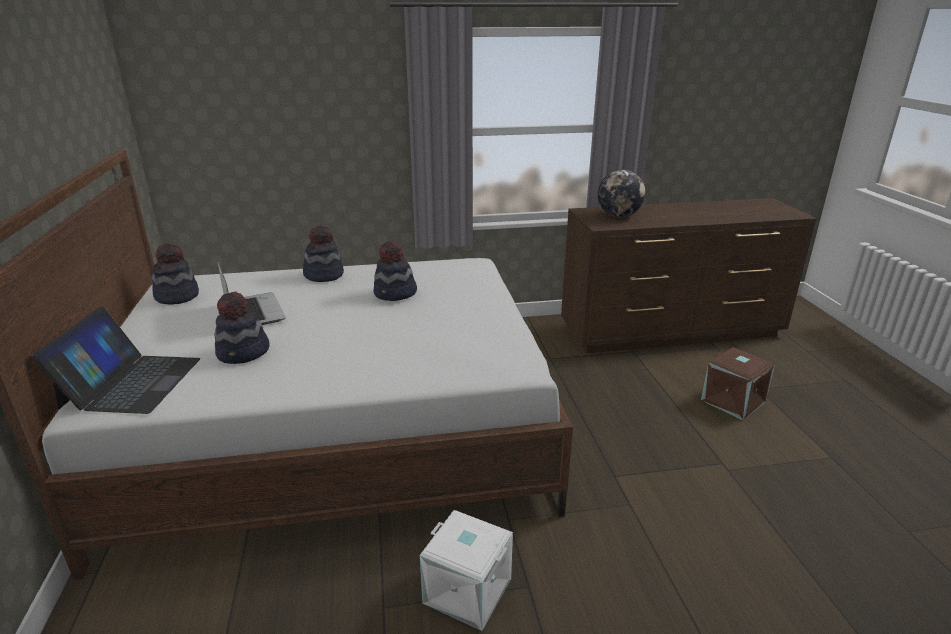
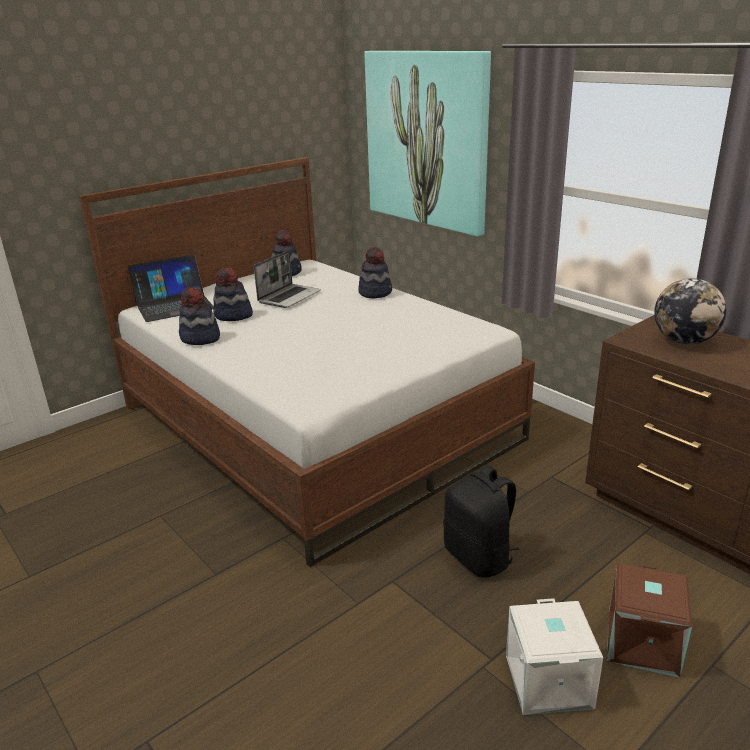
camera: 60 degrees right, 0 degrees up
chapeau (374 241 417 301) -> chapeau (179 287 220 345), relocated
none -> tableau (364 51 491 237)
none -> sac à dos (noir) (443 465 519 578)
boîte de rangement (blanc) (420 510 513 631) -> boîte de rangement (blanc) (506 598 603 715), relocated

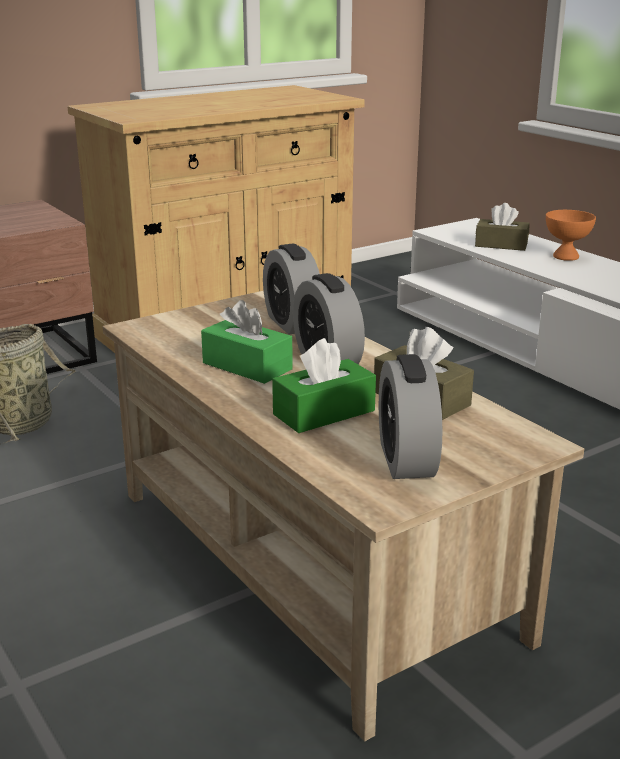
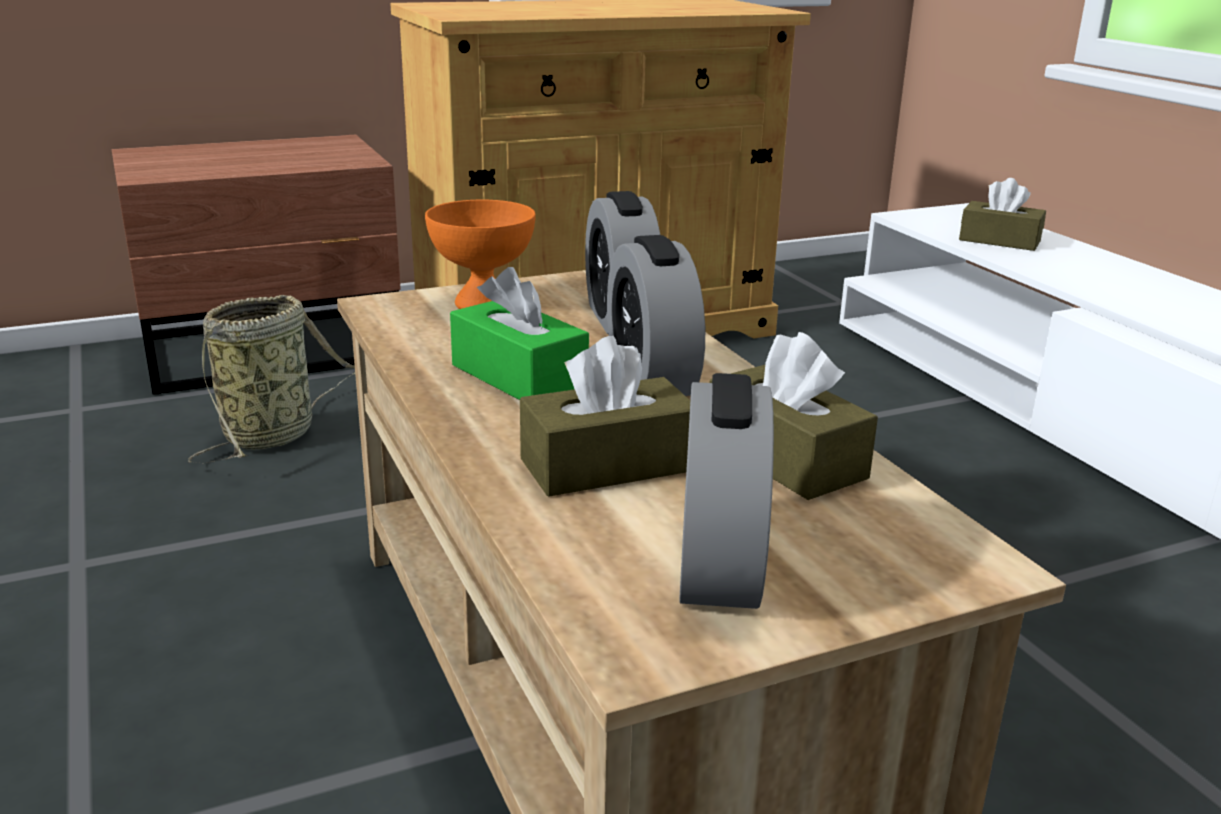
camera: 10 degrees right, 0 degrees up
bol (orange) (546 210 596 261) -> bol (orange) (425 200 536 309), relocated
boîte à mouchoirs (vert) (272 338 376 433) -> boîte à mouchoirs (marron) (520 336 690 497)

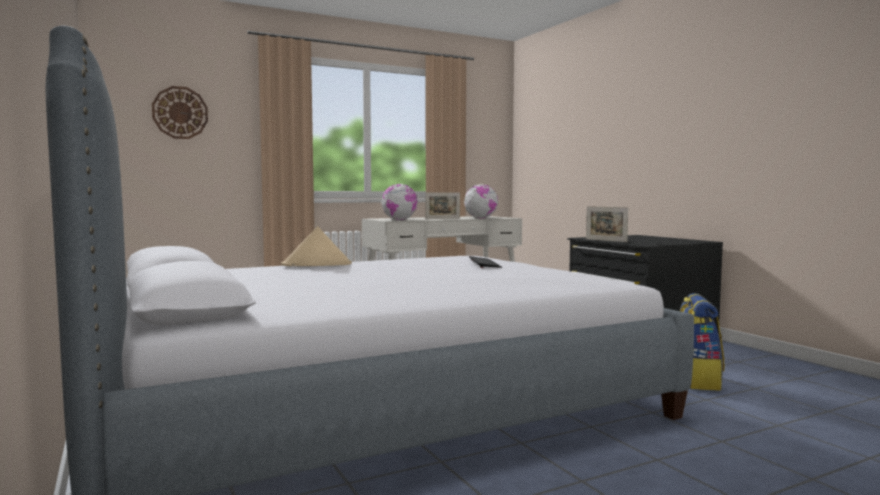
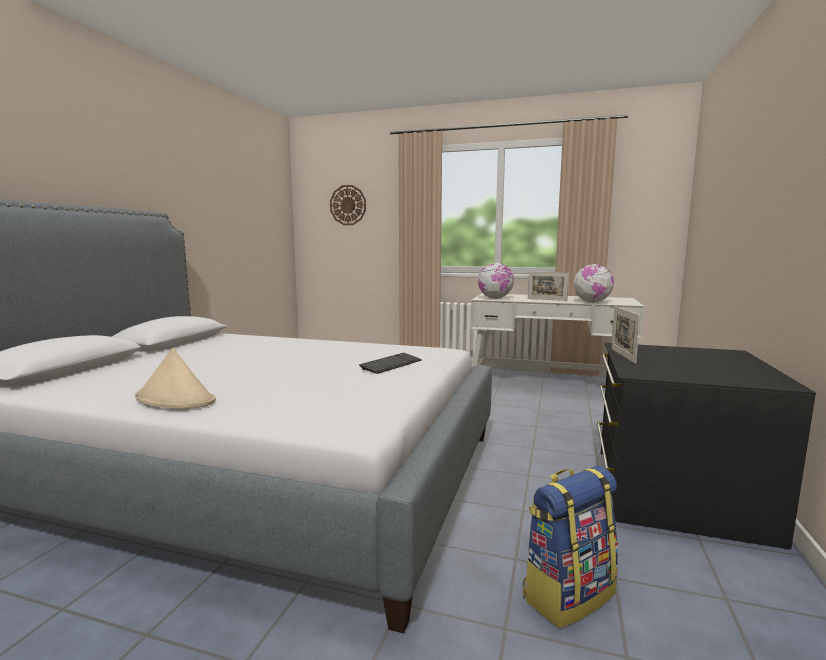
camera: 45 degrees right, 5 degrees up
chapeau (beige) (281 226 352 266) -> chapeau (beige) (135 348 216 409), relocated

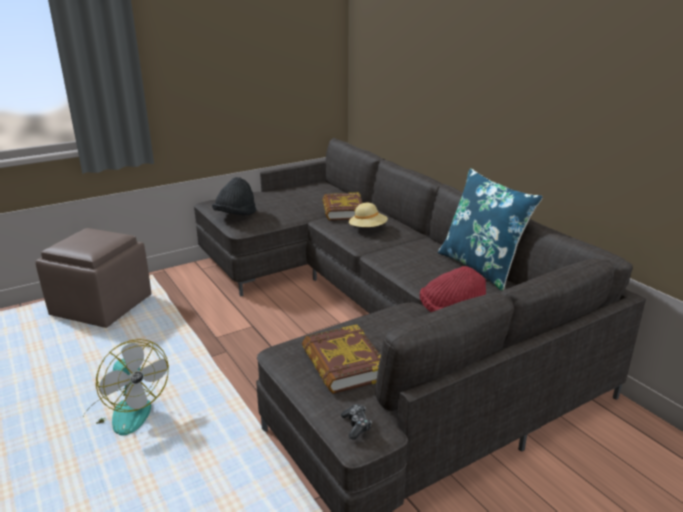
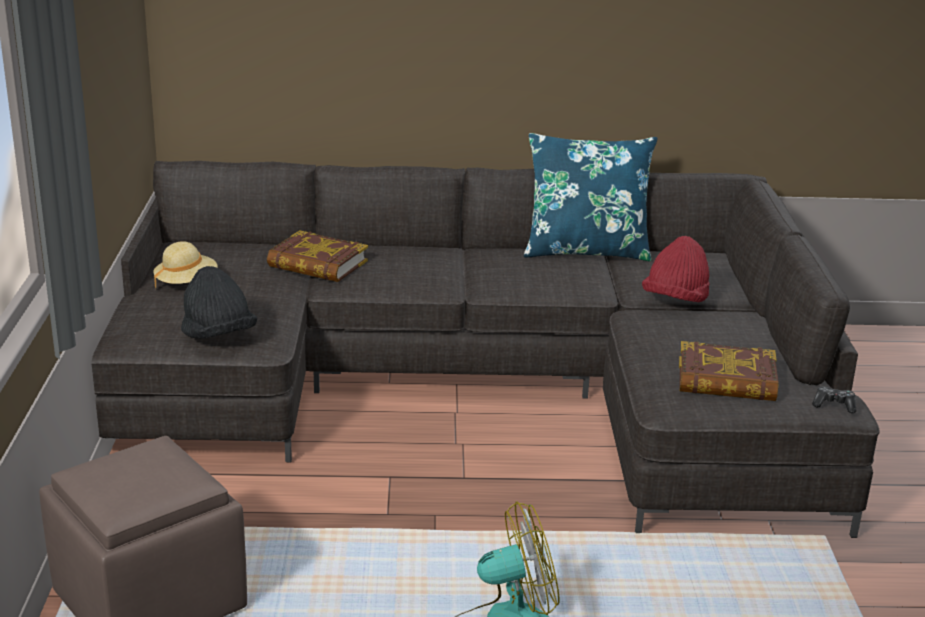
camera: 60 degrees left, 0 degrees up
chapeau (beige) (349 203 388 227) -> chapeau (beige) (153 241 217 288), relocated

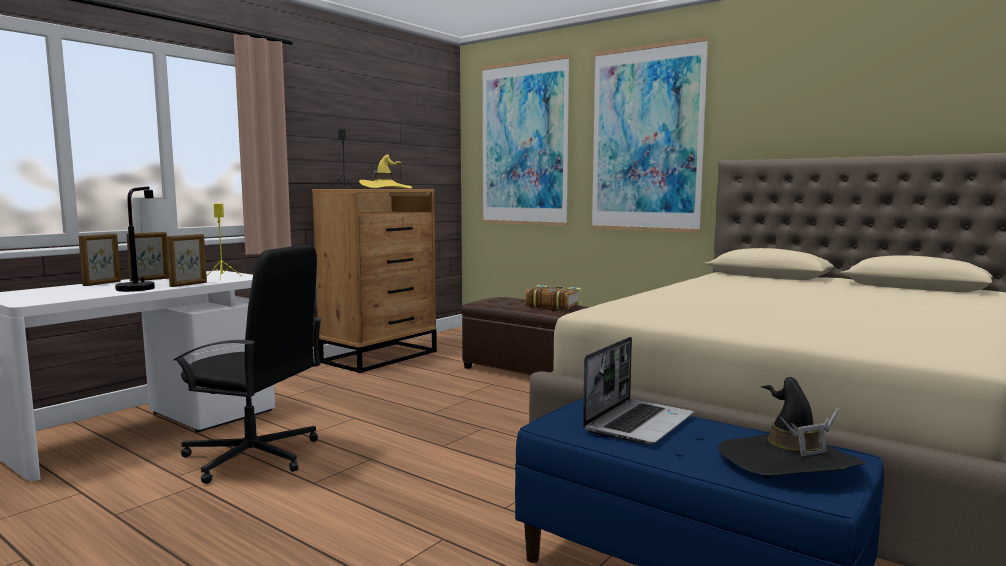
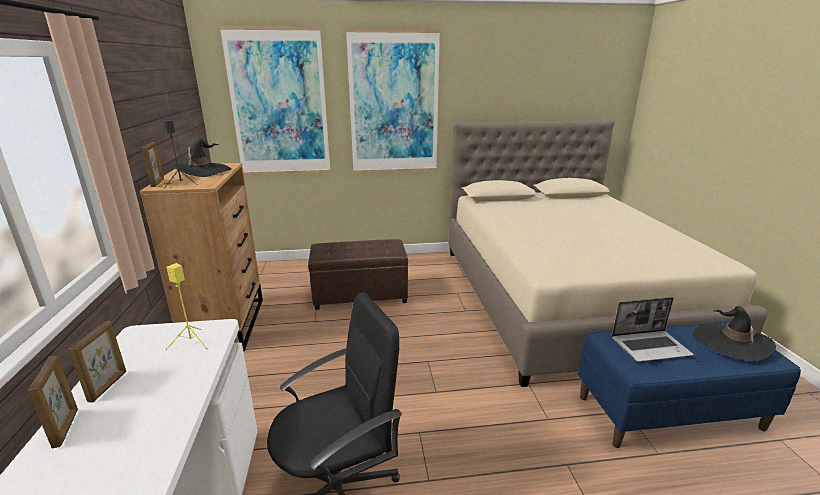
camera: 45 degrees left, 15 degrees up
cadre photo (167 234 207 287) -> cadre photo (142 142 164 187), relocated
chapeau (jaune) (359 154 412 189) -> chapeau (noir) (172 137 231 177)
ordinateur portable (583 337 694 445) -> ordinateur portable (612 297 694 362), 90 degrees clockwise
lampe de table (115 187 172 292) -> none
livre (525 285 582 310) -> none

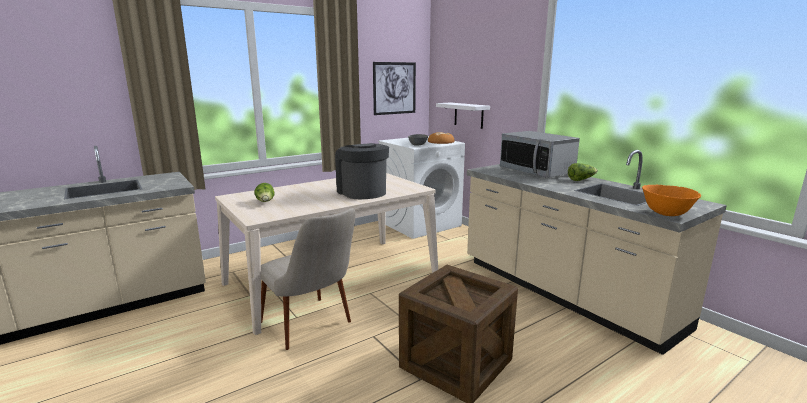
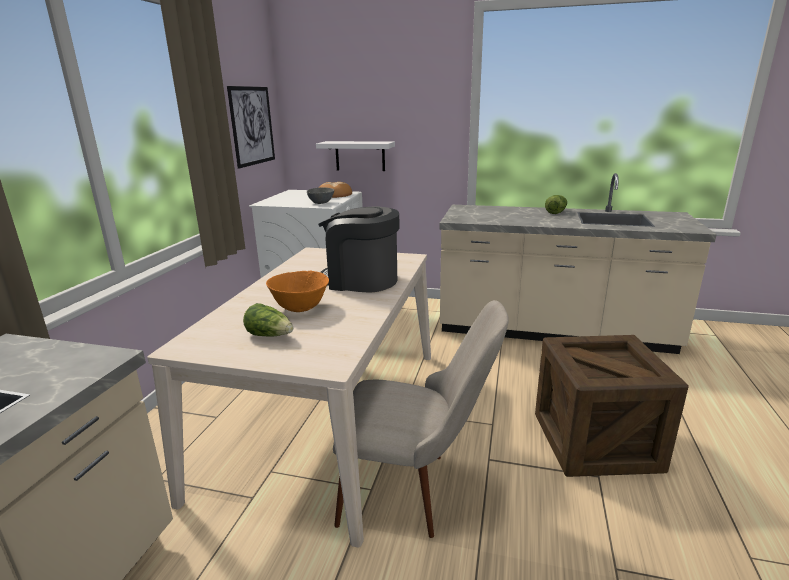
camera: 40 degrees left, 5 degrees up
bol (orange) (642 185 701 216) -> bol (orange) (266 271 329 312), relocated
micro-ondes (500 131 580 178) -> none

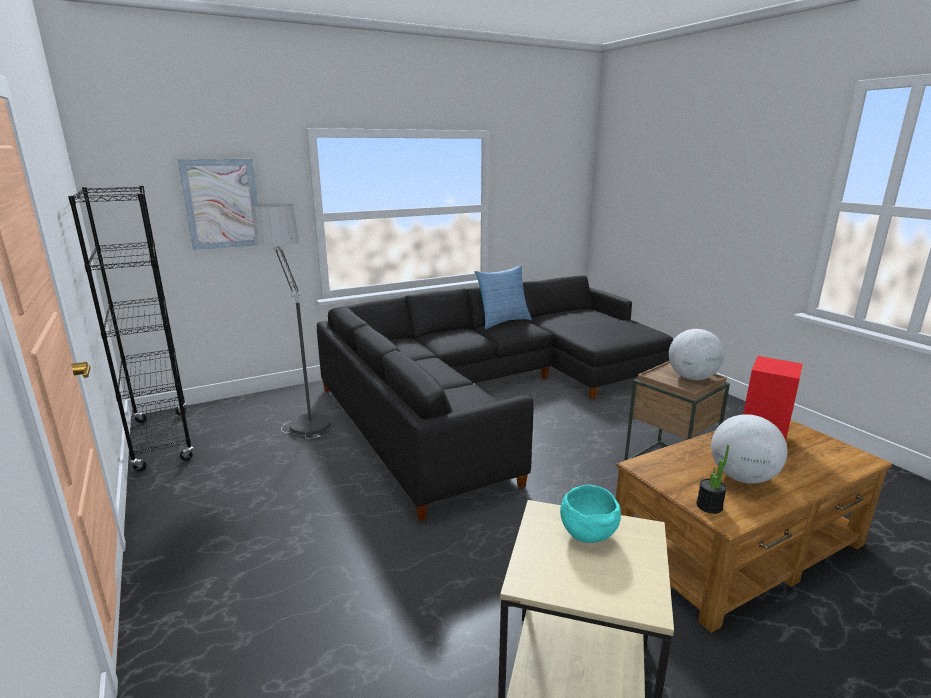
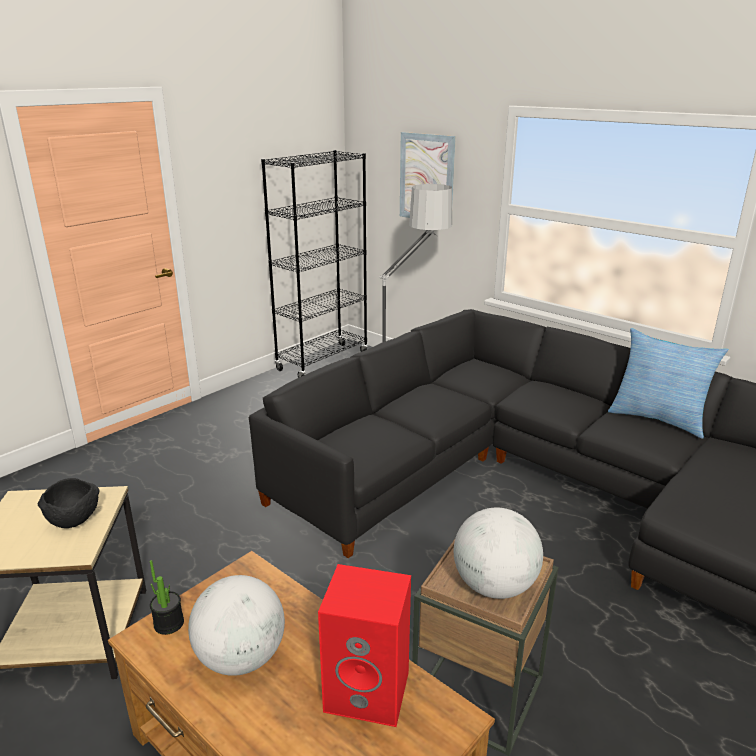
camera: 70 degrees right, 5 degrees up
bol (turquoise) (560 484 621 543) -> bol (noir) (37 478 100 528)

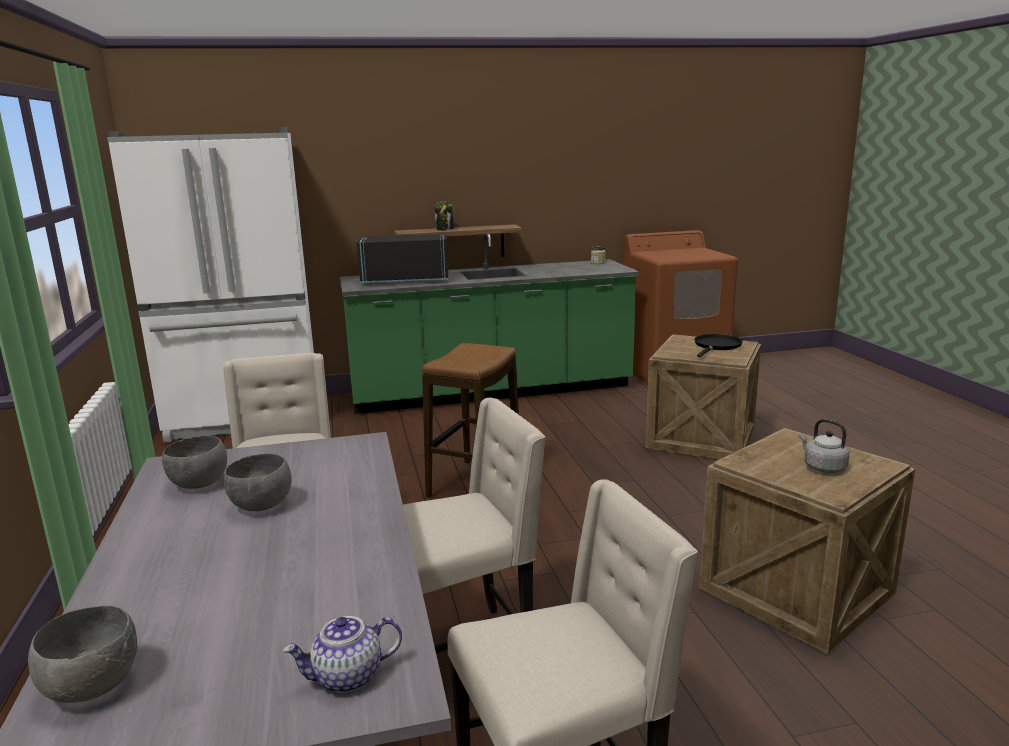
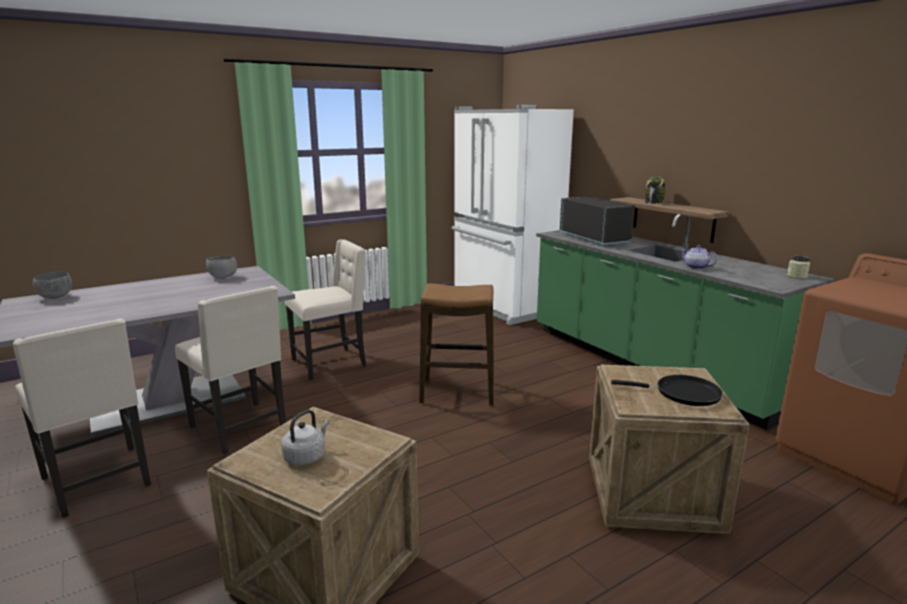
camera: 70 degrees right, 0 degrees up
théière (283 616 402 693) -> théière (680 245 717 269), relocated
bol (gris) (224 454 292 511) -> none

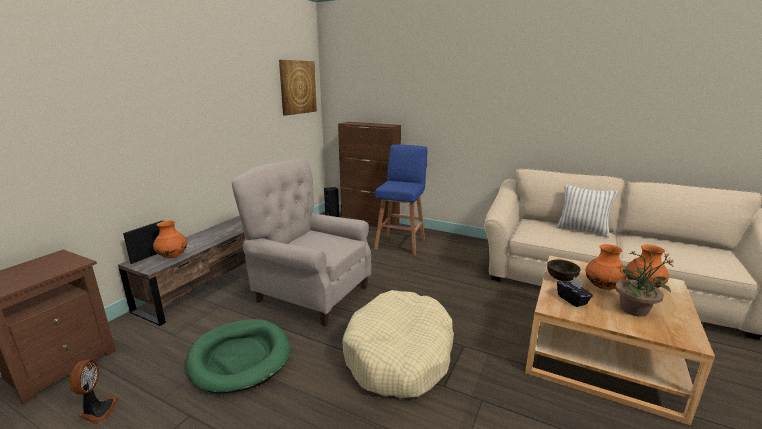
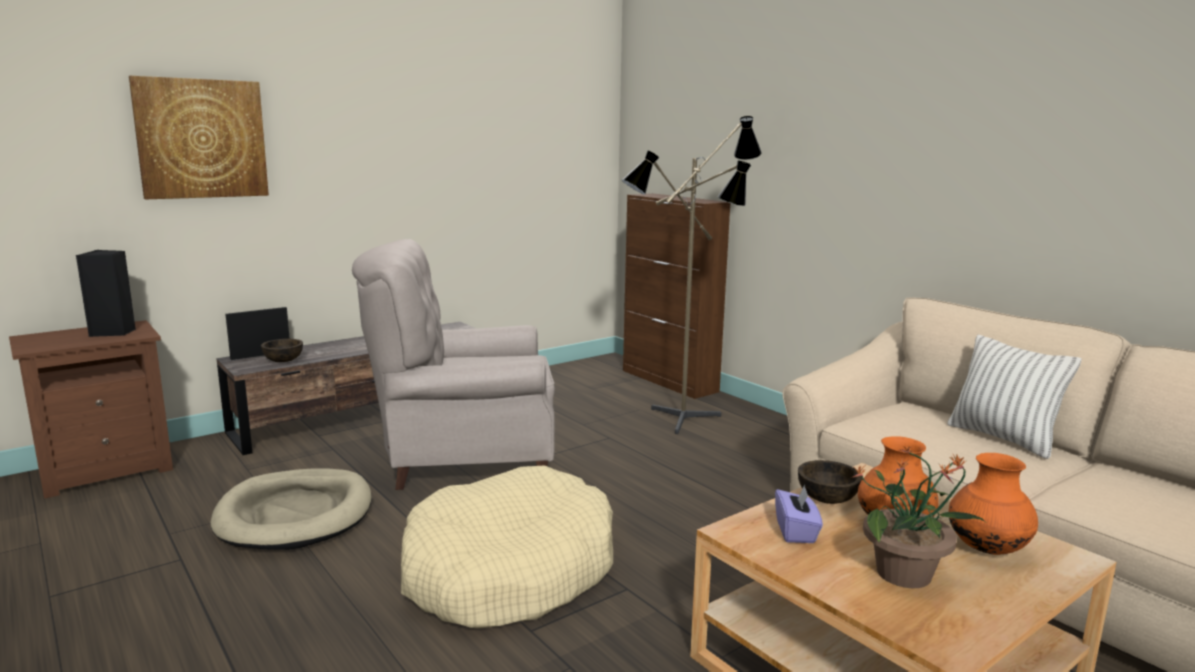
camera: 25 degrees right, 5 degrees down
enceinte (noir) (324 187 339 217) -> enceinte (noir) (76 250 136 337), relocated
tableau (279 60 317 116) -> tableau (129 76 269 200), relocated
panier pour chien (vert) (186 319 290 394) -> panier pour chien (beige) (210 468 372 550)
vase (orange) (153 221 187 259) -> bol (marron) (261 339 303 362)
fauteuil (beige) (232 159 371 326) -> fauteuil (beige) (352 239 555 490), 60 degrees counterclockwise
tabouret (bleu) (374 145 427 256) -> lampadaire (622 116 761 434)
boîte à mouchoirs (noir) (557 277 593 307) -> boîte à mouchoirs (violet) (775 485 823 543)
ventilateur (69 360 119 424) -> none

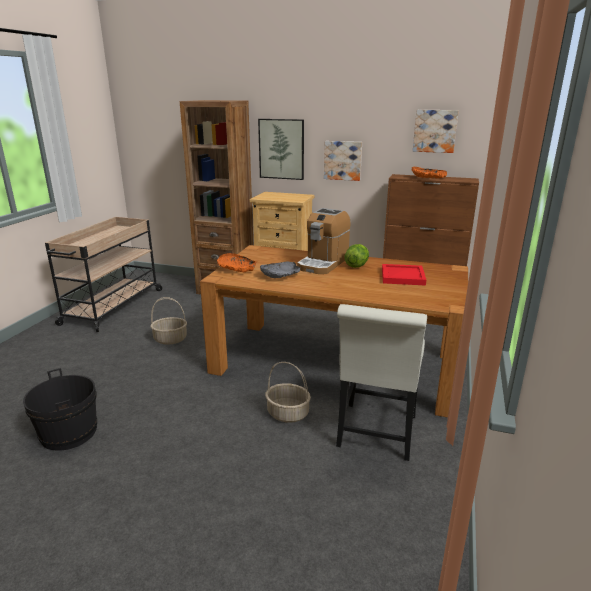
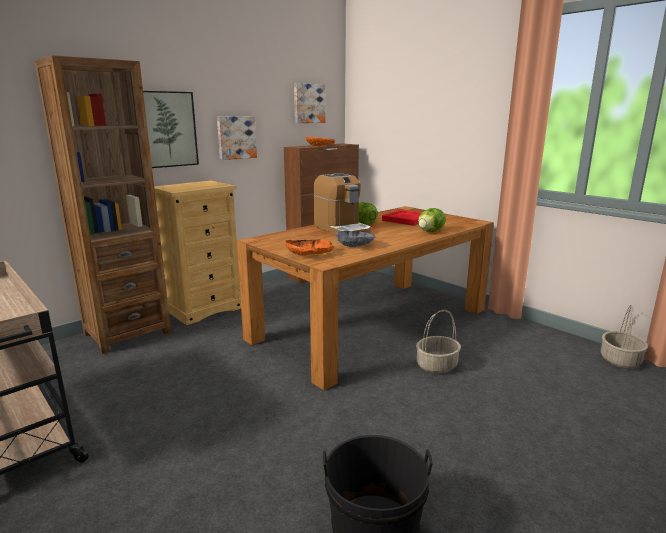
camera: 60 degrees left, 5 degrees down
none -> laitue (418 208 446 232)
panier (151 297 187 345) -> panier (601 305 648 369), relocated
chaise (blanc) (336 304 427 461) -> none

